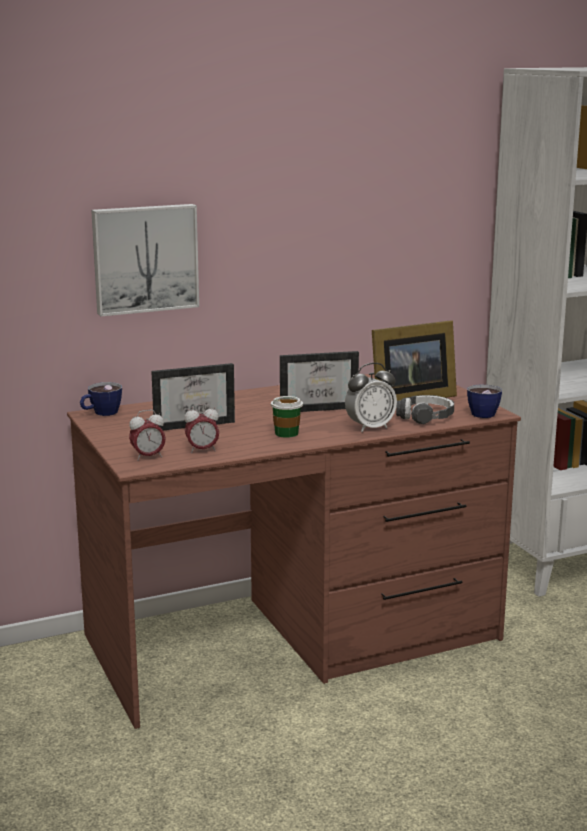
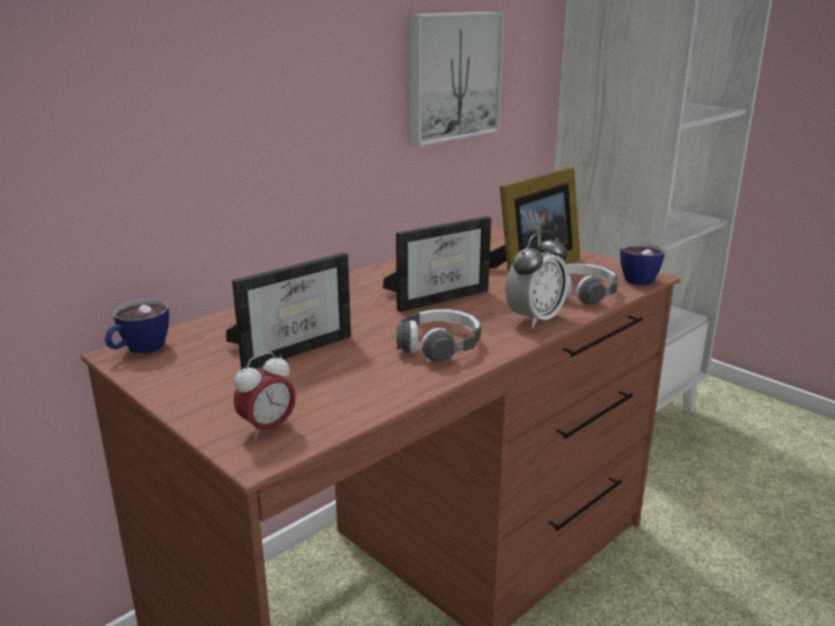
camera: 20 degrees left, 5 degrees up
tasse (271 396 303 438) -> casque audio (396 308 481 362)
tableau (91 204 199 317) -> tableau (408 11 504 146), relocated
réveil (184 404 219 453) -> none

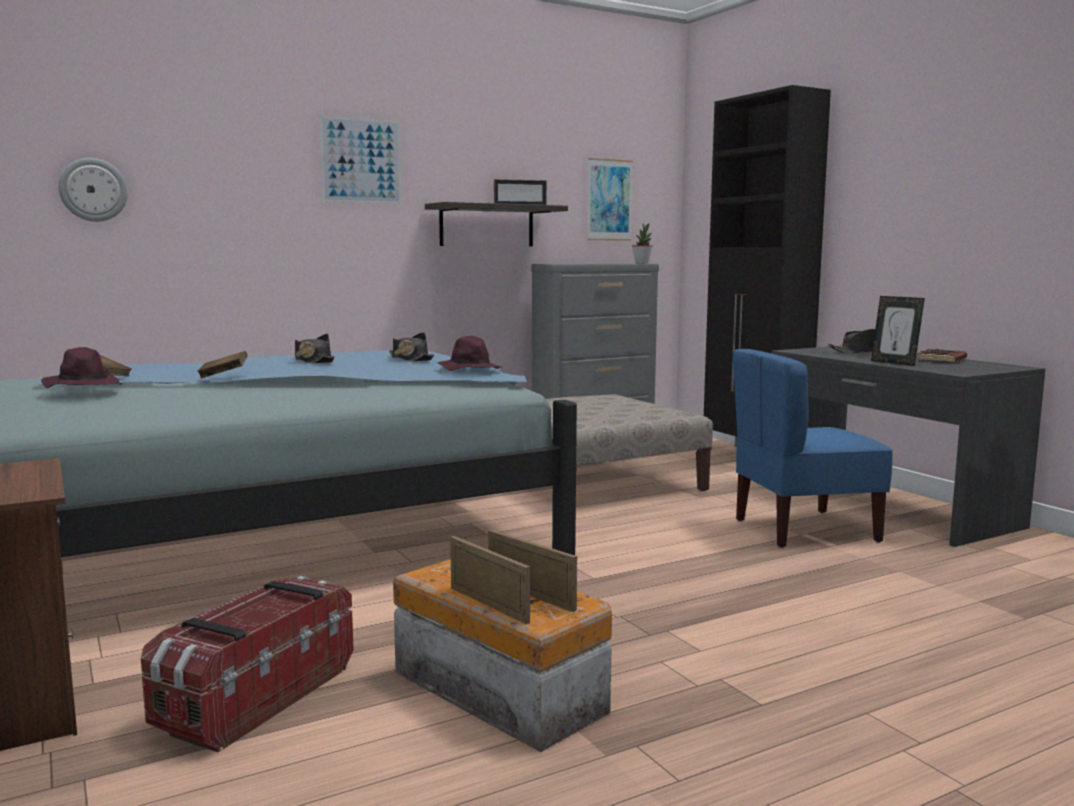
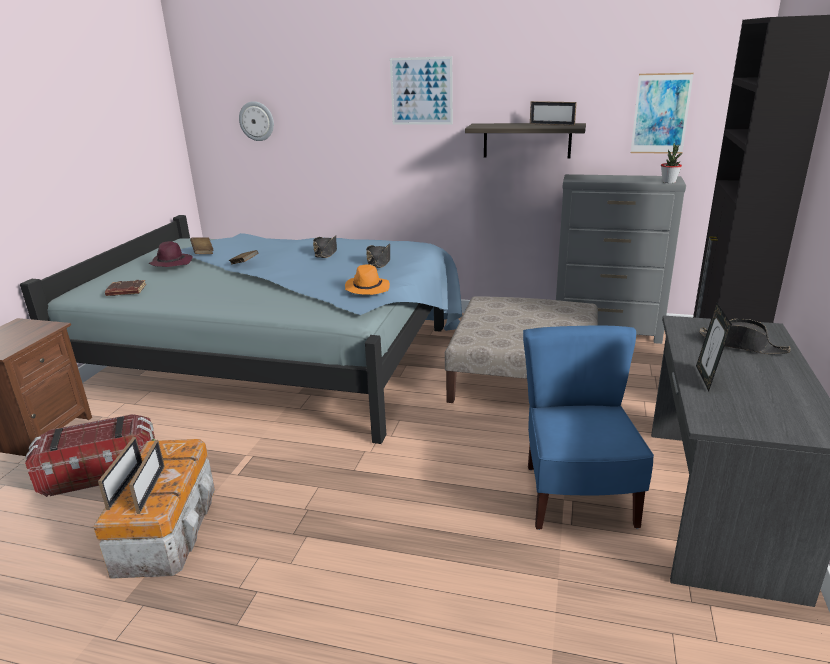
camera: 45 degrees right, 15 degrees up
livre (marron) (918 348 967 363) -> livre (marron) (105 280 146 296), relocated
chapeau (violet) (437 336 502 371) -> chapeau (orange) (345 264 390 295)
chaise (bleu) (732 349 893 548) -> chaise (bleu) (523 325 654 530), 60 degrees clockwise

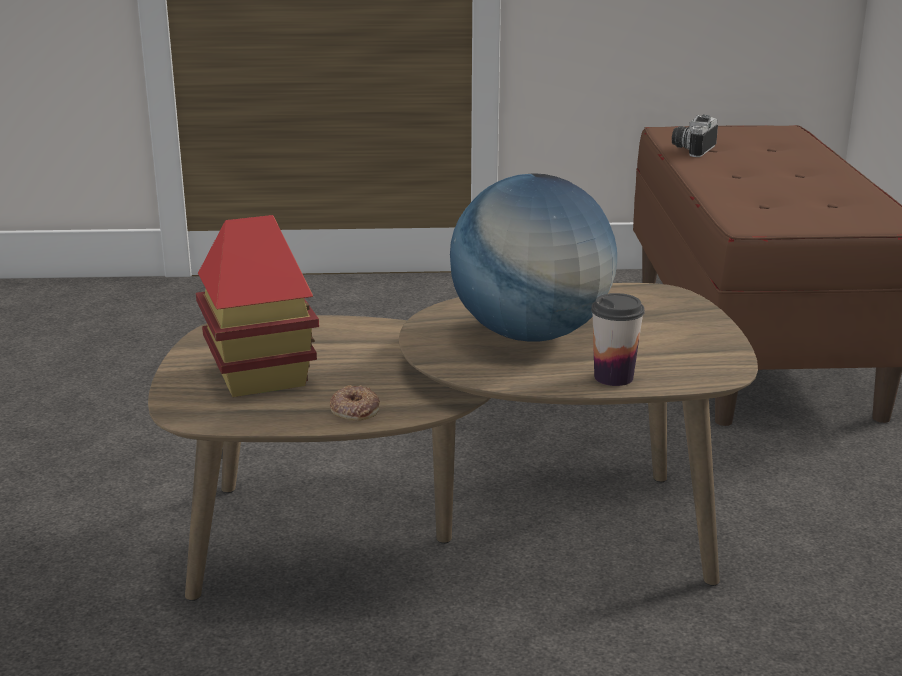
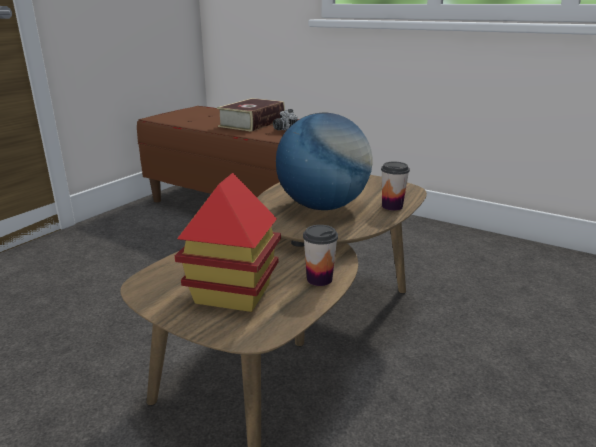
camera: 55 degrees left, 0 degrees up
none -> livre (217 98 285 132)
appareil photo (672 114 718 157) -> appareil photo (273 109 298 130), relocated
beignet (330 385 380 421) -> tasse (303 225 338 286)

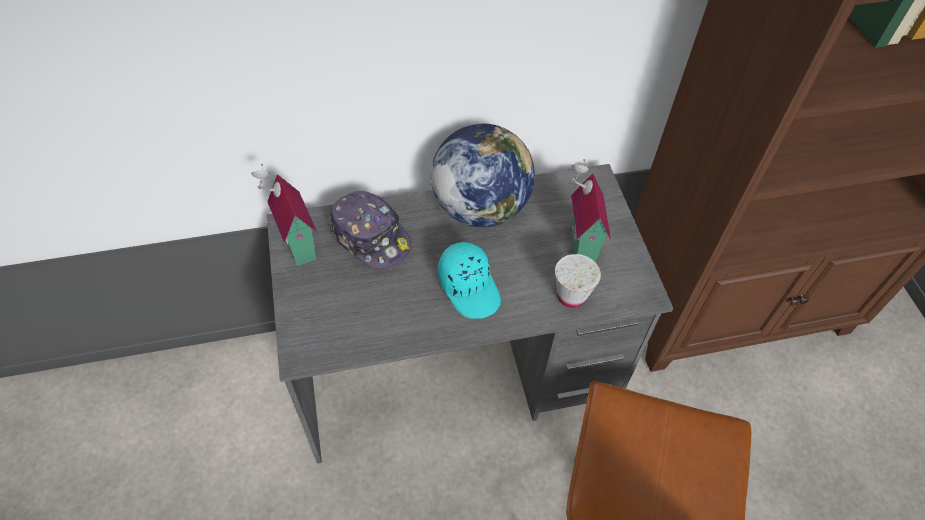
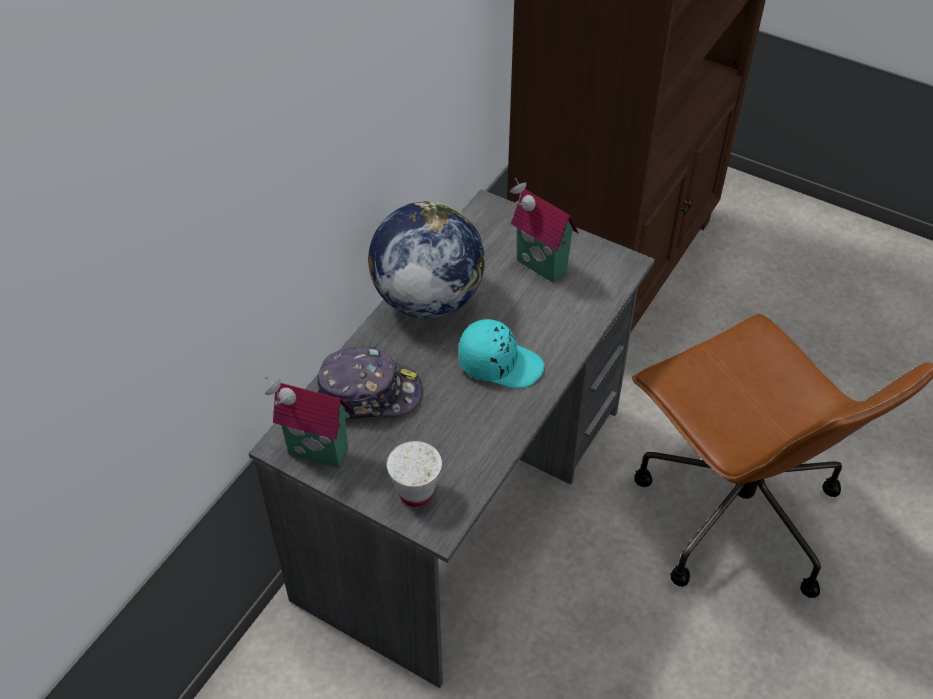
camera: 45 degrees left, 5 degrees down
tasse (blanc) (555 254 601 308) -> tasse (blanc) (387 441 442 507), relocated

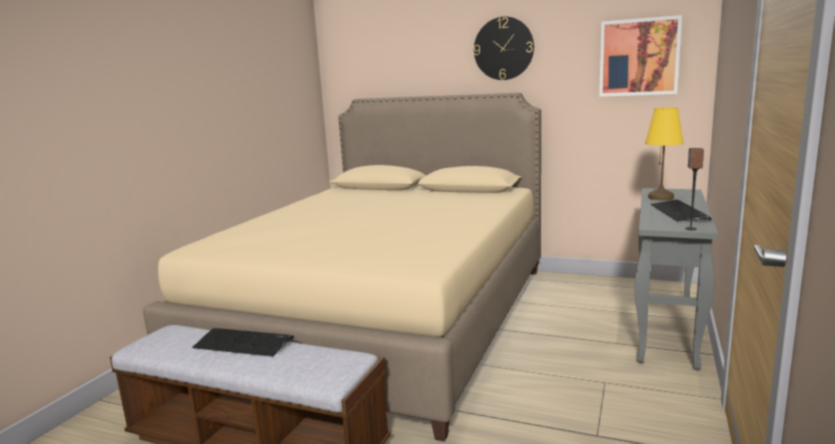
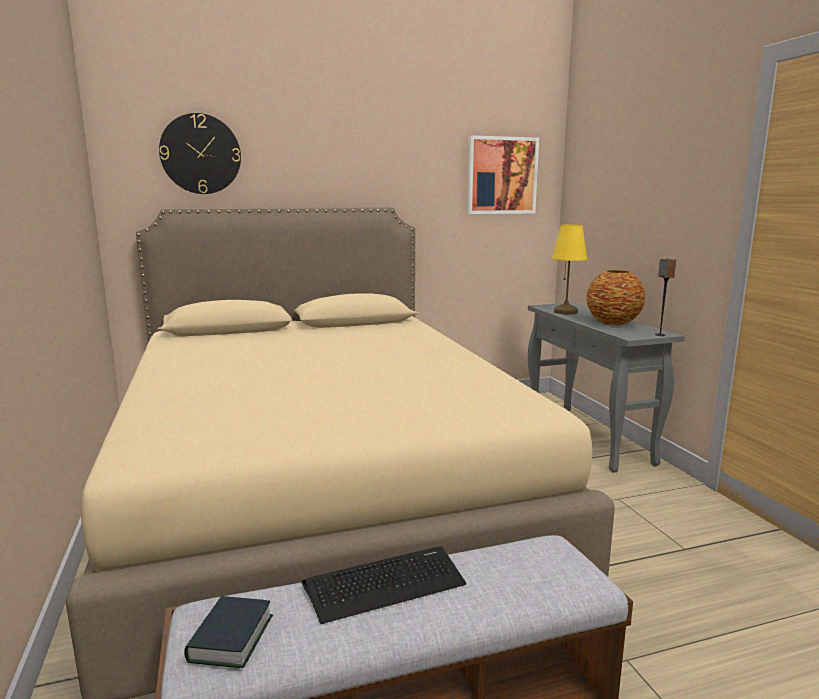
camera: 40 degrees left, 0 degrees up
horloge murale (474 17 534 80) -> horloge murale (159 113 241 194), relocated
none -> livre (184 596 273 668)
clavier (651 200 712 222) -> vase (586 270 645 325)

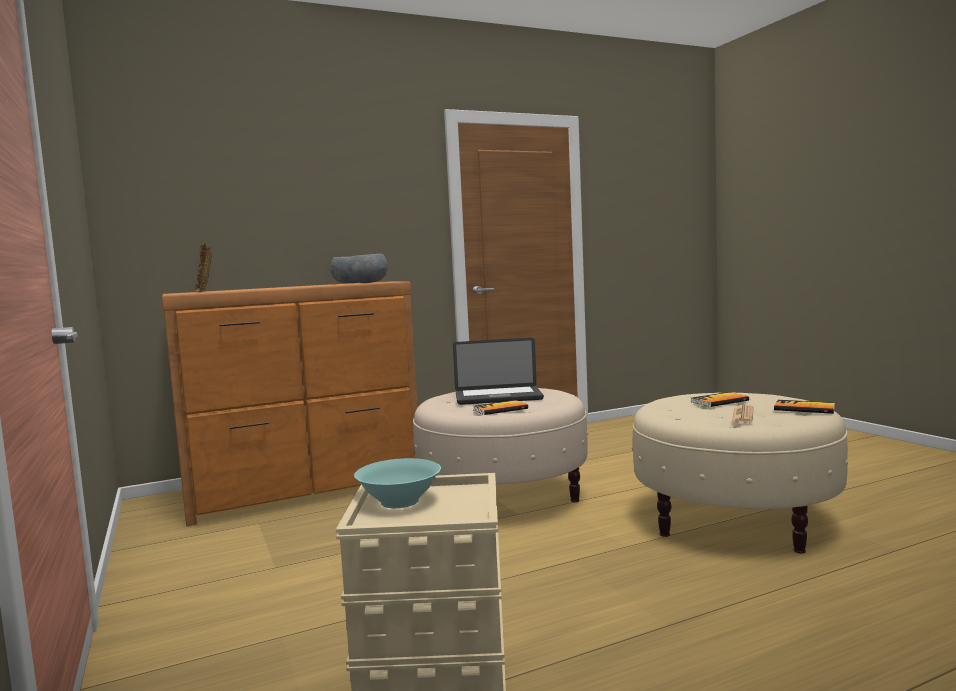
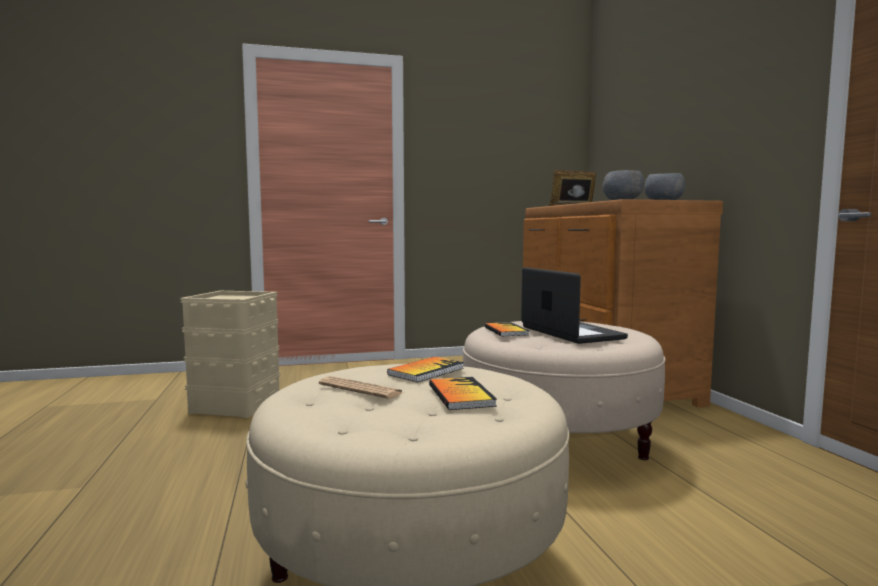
camera: 100 degrees right, 0 degrees up
livre (774 400 835 414) -> livre (387 357 464 382), relocated
ordinateur portable (453 338 544 405) -> ordinateur portable (521 267 628 344), 150 degrees clockwise
bol (turquoise) (354 458 441 508) -> none

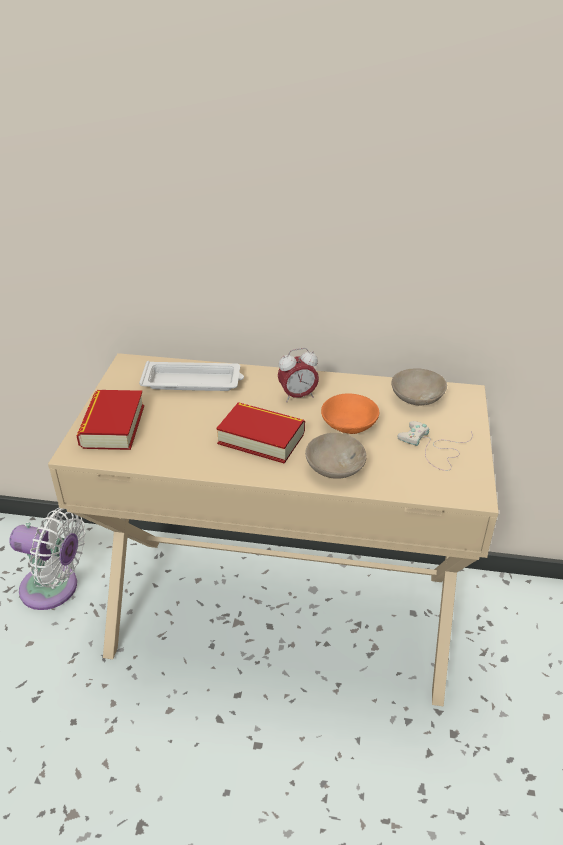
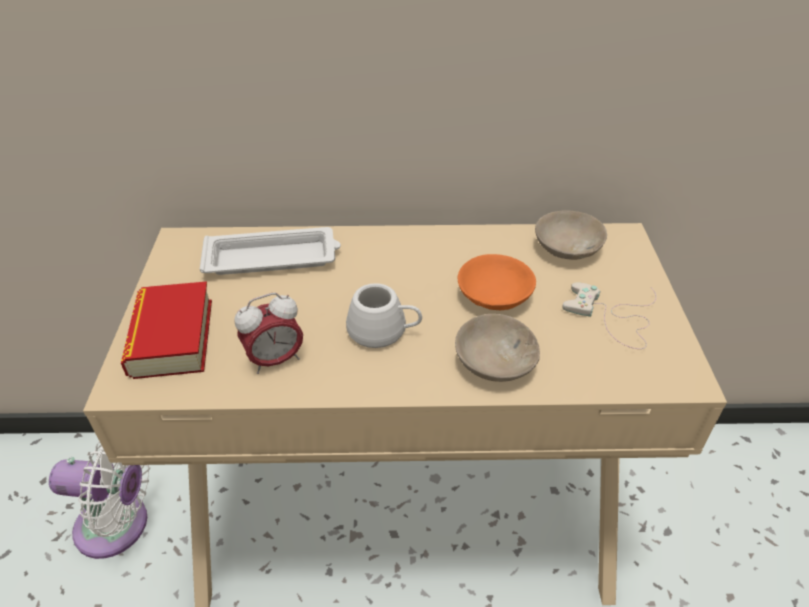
camera: 10 degrees left, 5 degrees up
réveil (278 348 319 402) -> réveil (235 293 303 374), relocated
livre (216 402 305 464) -> mug (blanc) (346 283 422 348)

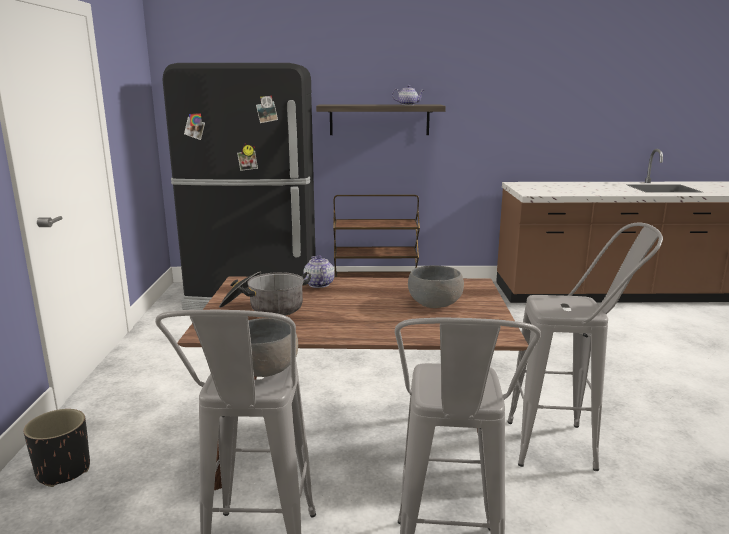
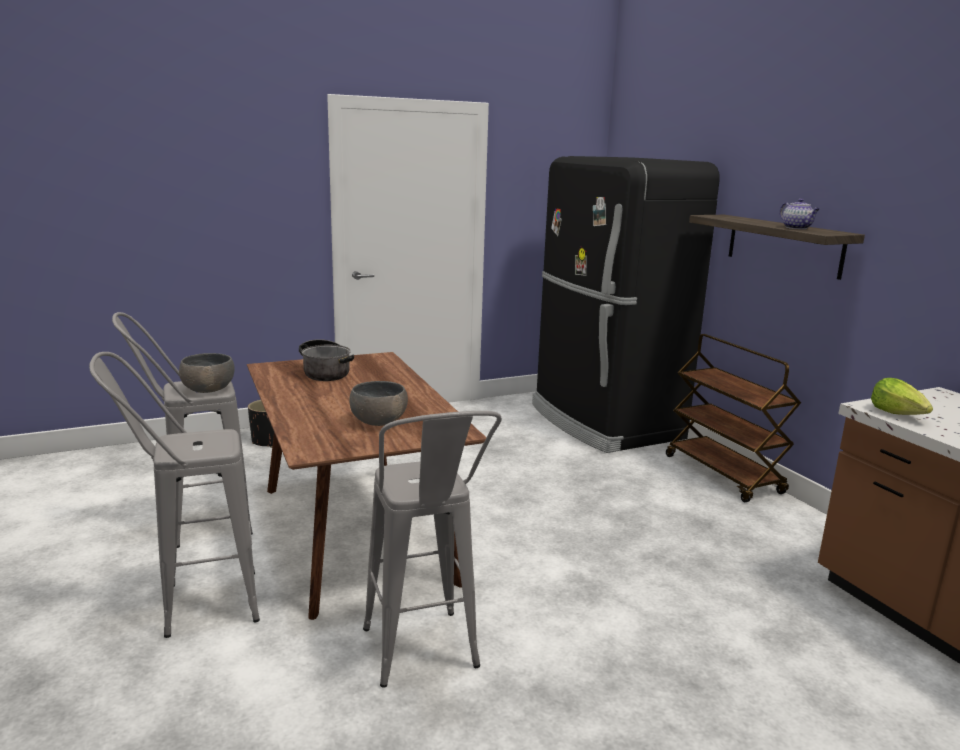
camera: 65 degrees right, 0 degrees up
none -> laitue (871 378 933 415)
théière (303 255 335 288) -> none

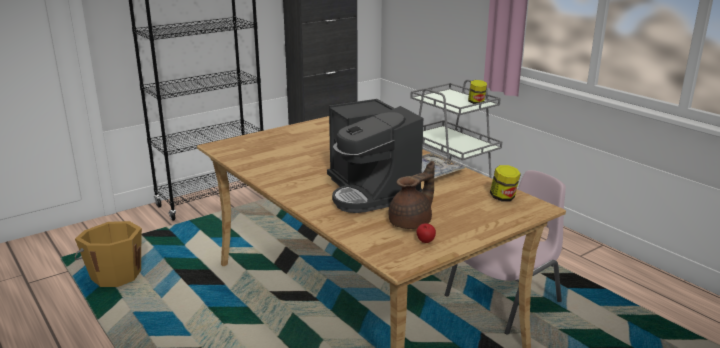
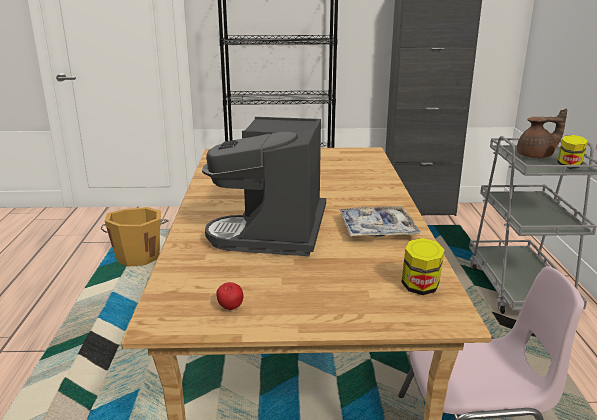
camera: 35 degrees right, 0 degrees up
théière (marron) (389 161 435 229) -> théière (marron) (517 109 567 158), relocated

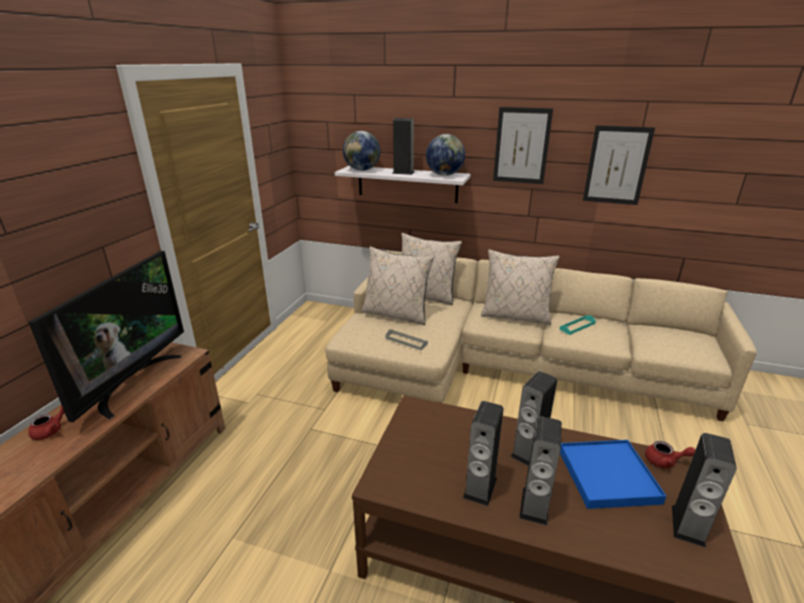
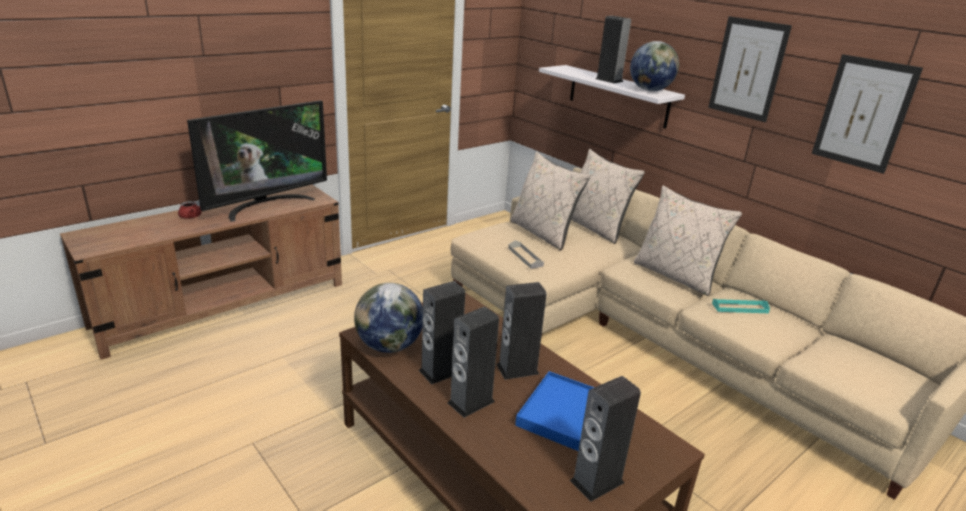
camera: 30 degrees right, 0 degrees up
globe (343 131 380 171) -> globe (354 283 423 353), relocated
théière (rouge) (645 441 695 469) -> none

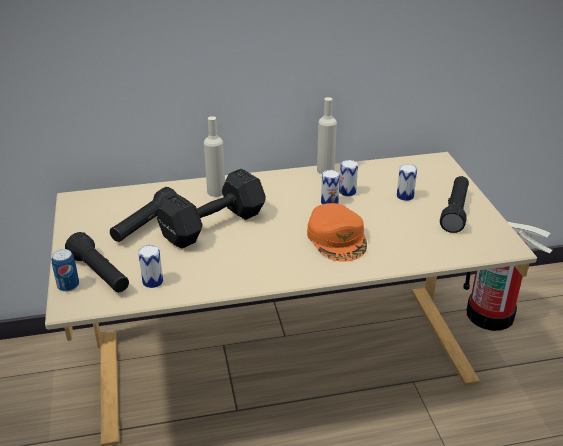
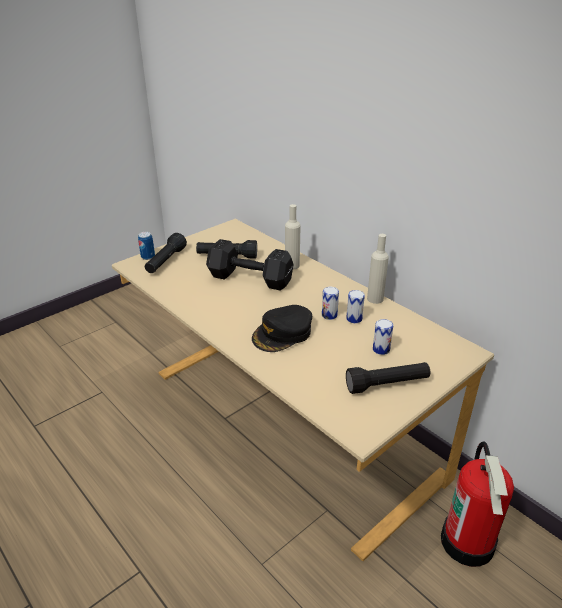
camera: 60 degrees right, 0 degrees up
casquette (orange) (307 203 367 262) -> casquette (noir) (252 305 312 352)
boîte métallique (138 245 163 288) -> none

